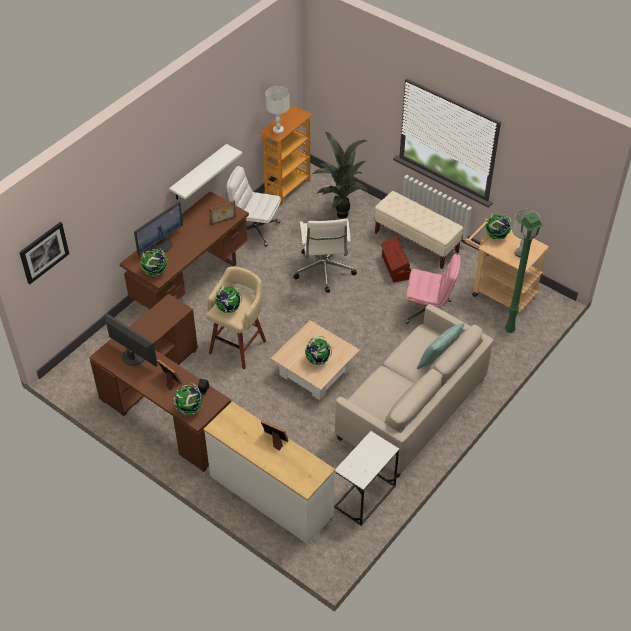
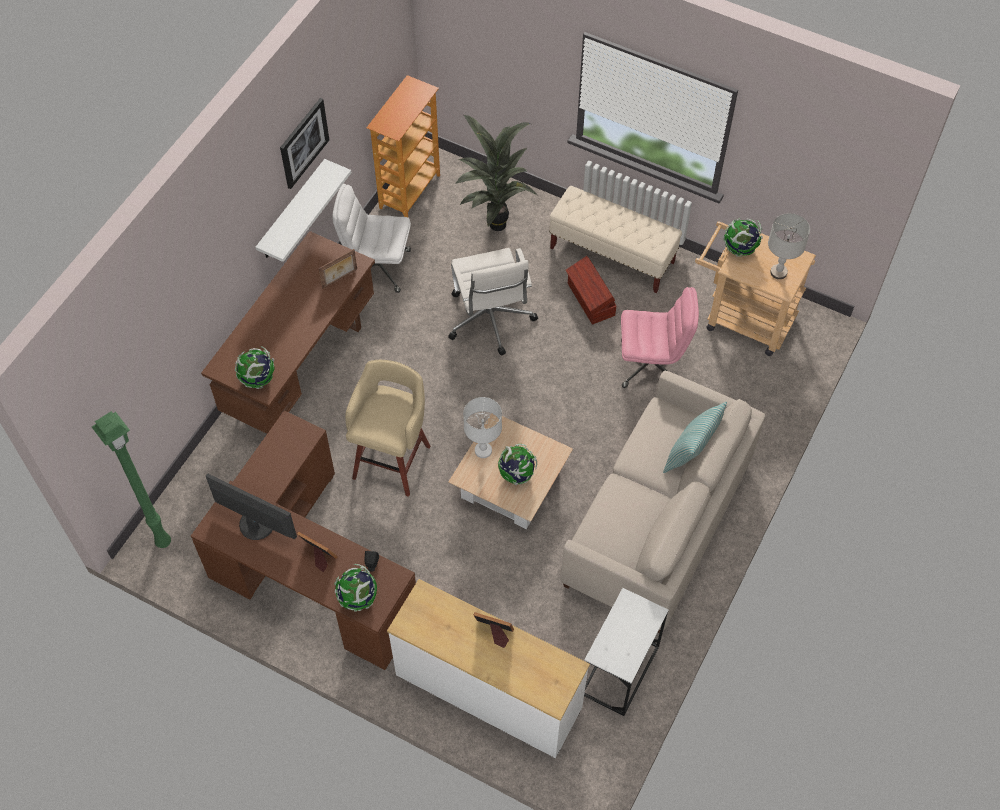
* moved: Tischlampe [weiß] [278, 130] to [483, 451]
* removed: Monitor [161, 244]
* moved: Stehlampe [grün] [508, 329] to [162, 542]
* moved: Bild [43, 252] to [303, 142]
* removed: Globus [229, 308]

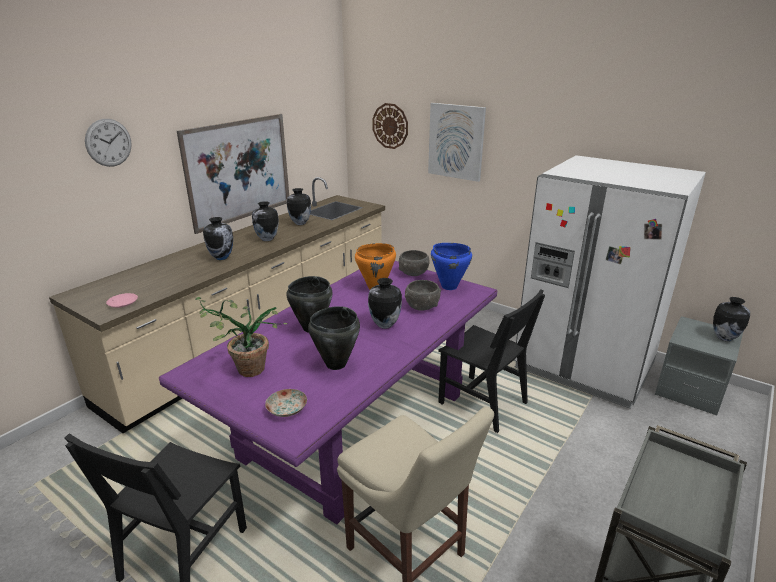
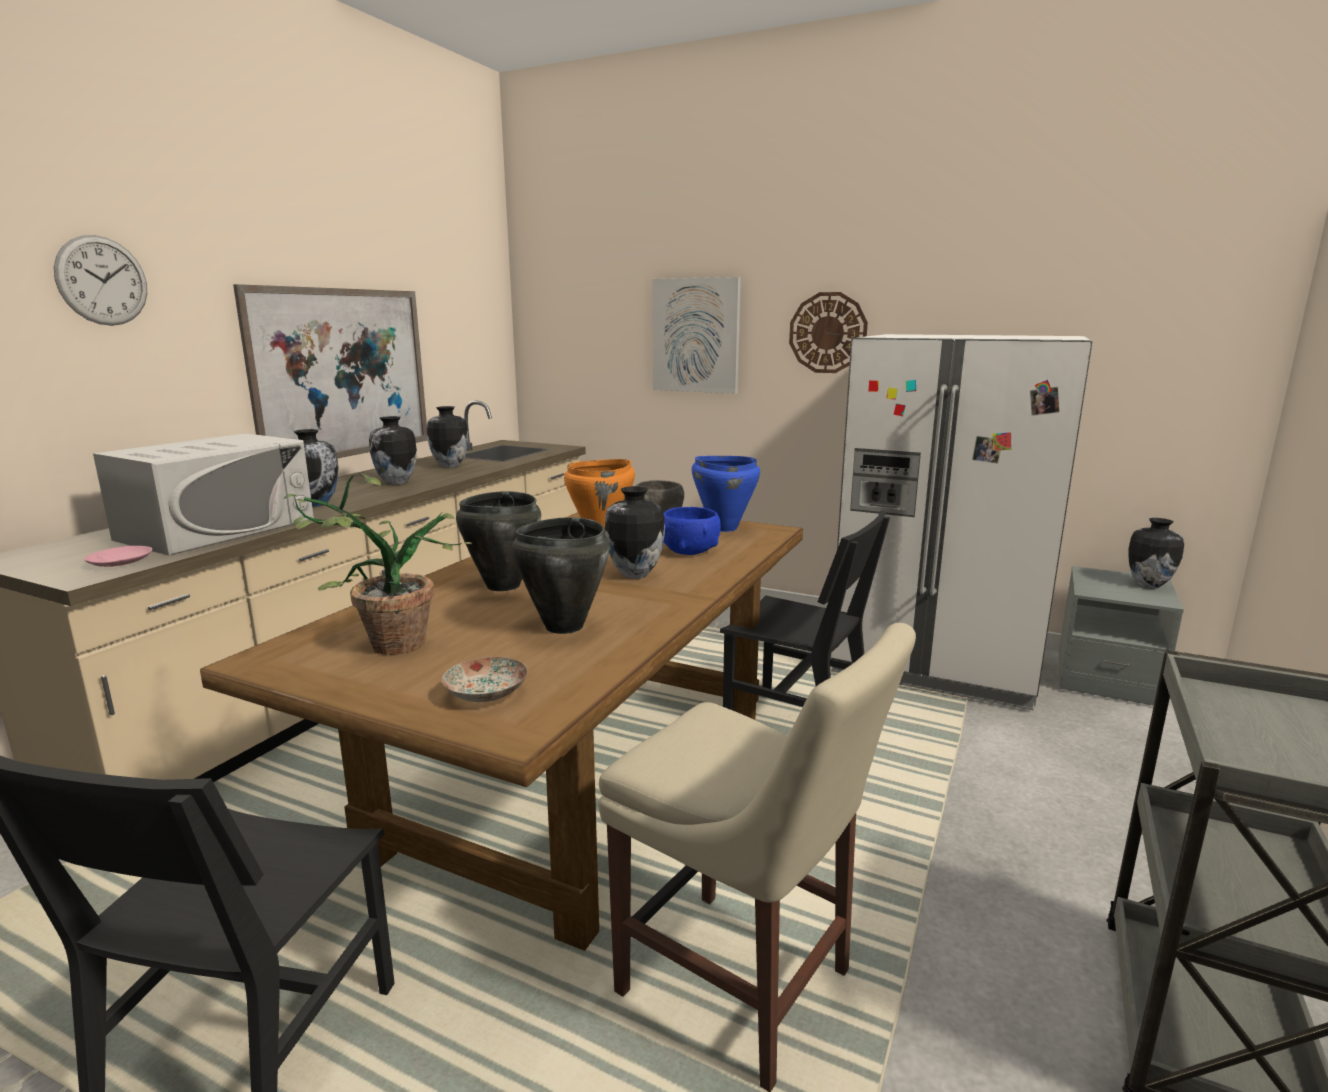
* moved: Wanduhr [390, 126] to [828, 333]
* recoloured: Esstisch [lila] [355, 425] to Esstisch [braun] [584, 779]
* recoloured: Schüssel [grau] [422, 306] to Schüssel [blau] [689, 551]
* added: Mikrowelle [weiß] [218, 529]

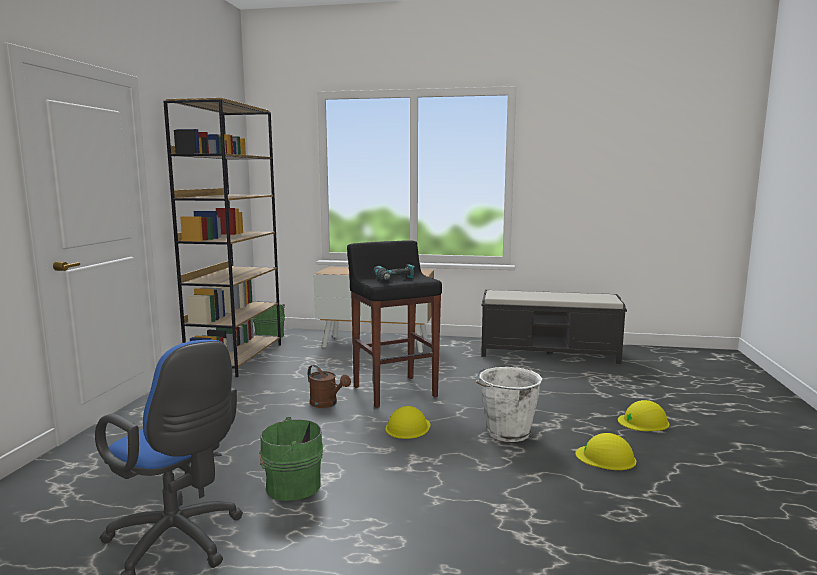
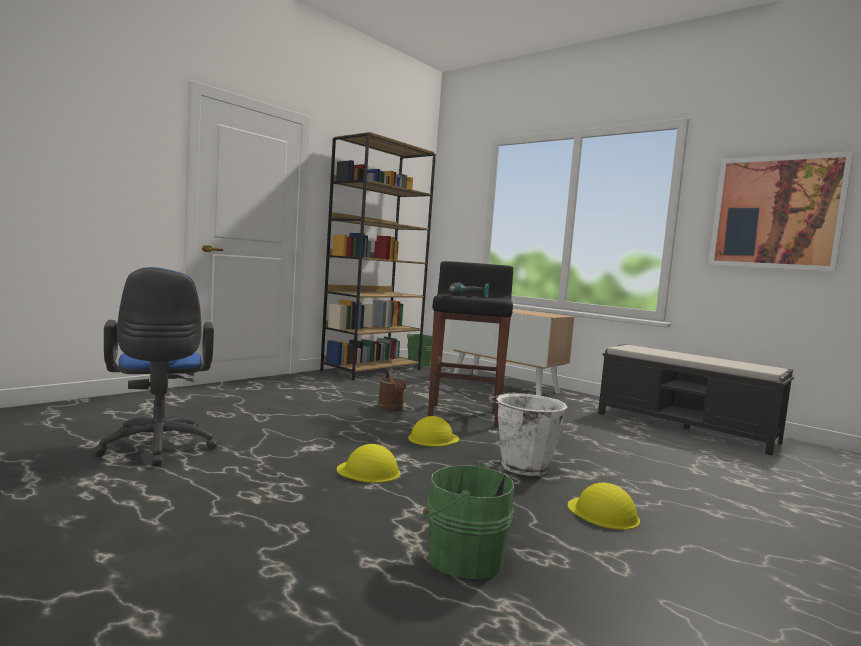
* moved: Schutzhelm [gelb] [643, 422] to [369, 471]
* moved: Eimer [grün] [290, 486] to [462, 556]
* added: Bild [776, 212]

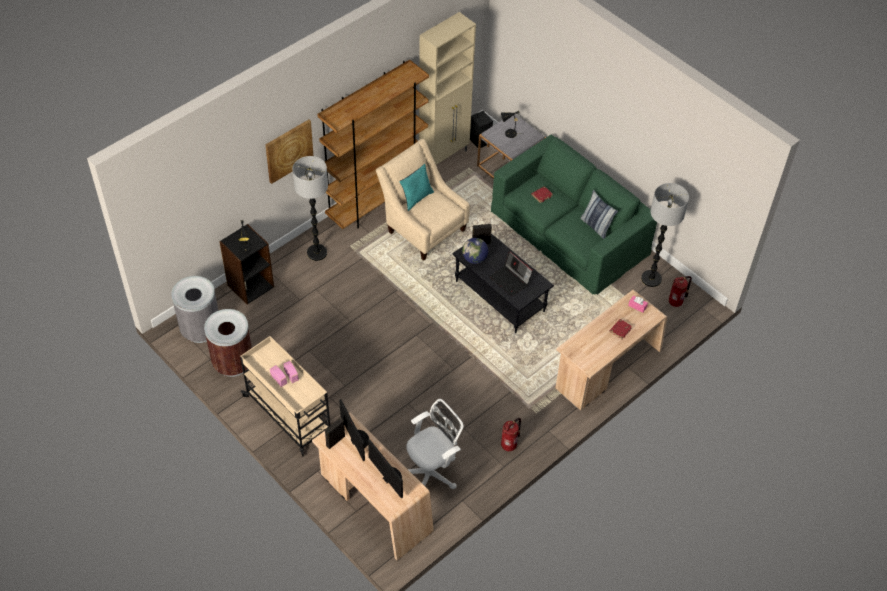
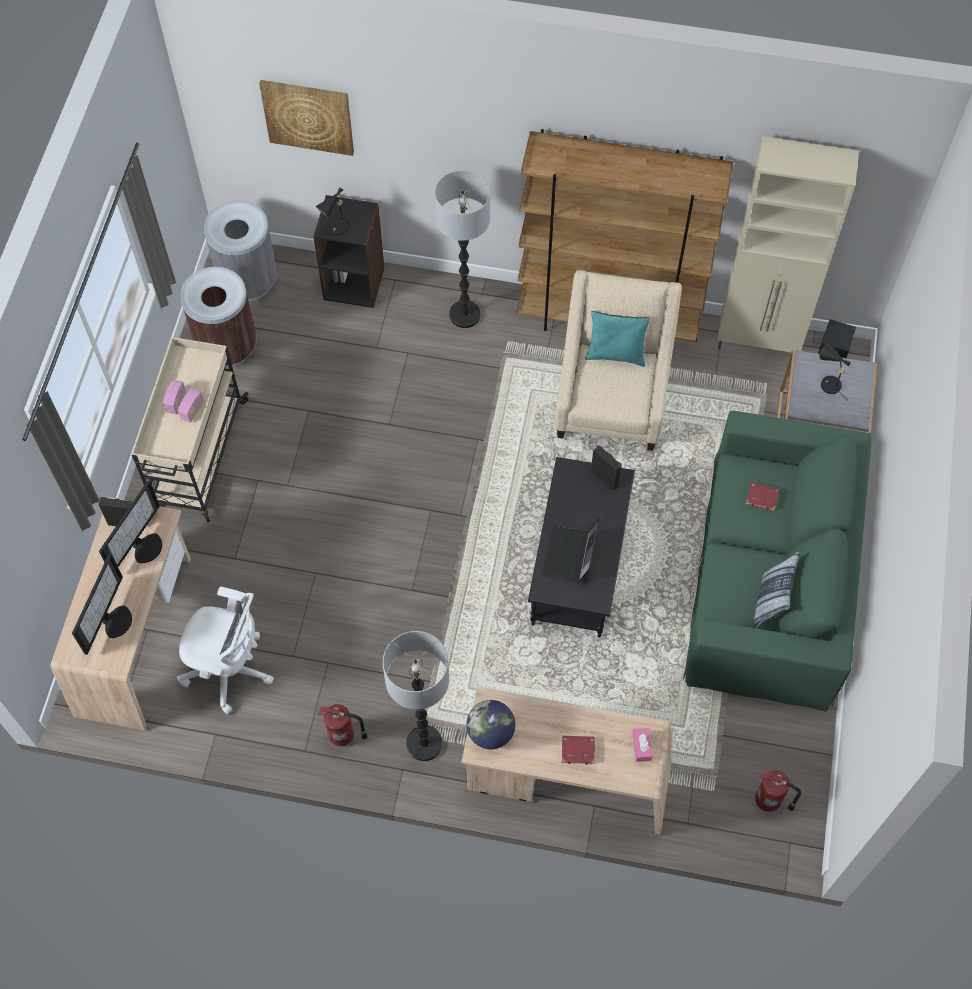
* moved: Bild [289, 150] to [308, 116]
* moved: Stehlampe [651, 279] to [424, 743]
* moved: Globus [474, 259] to [490, 732]

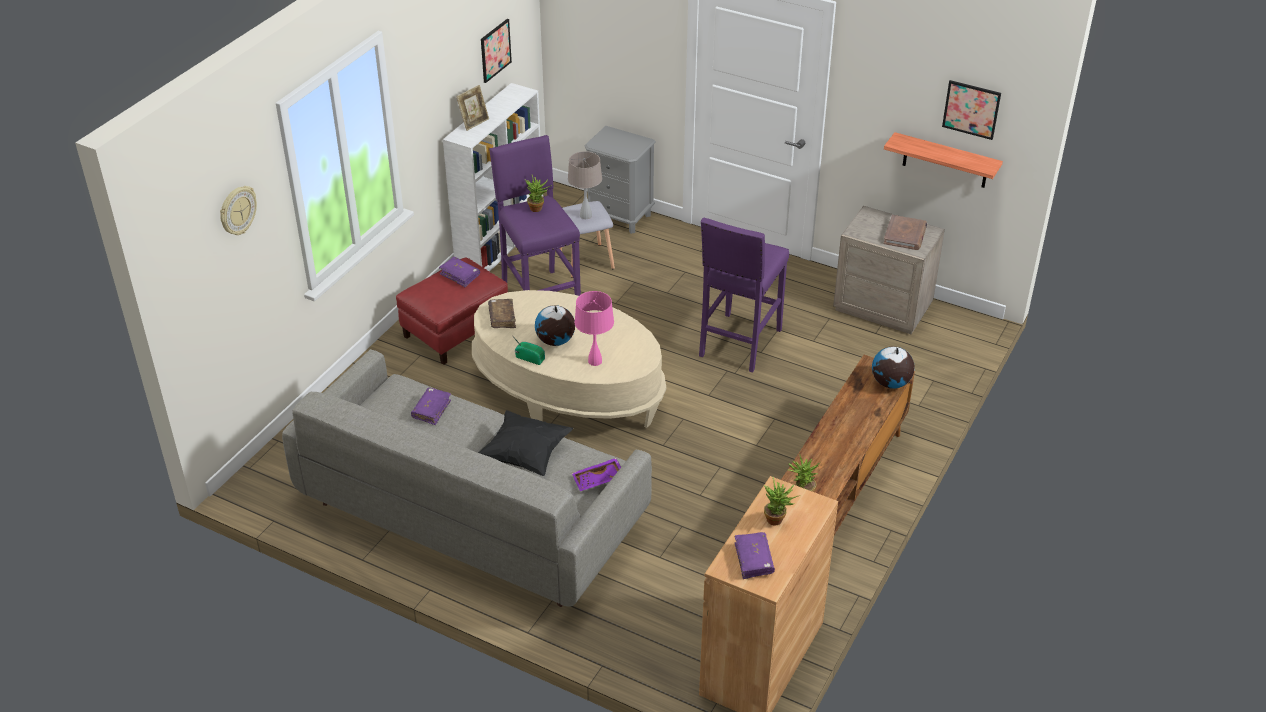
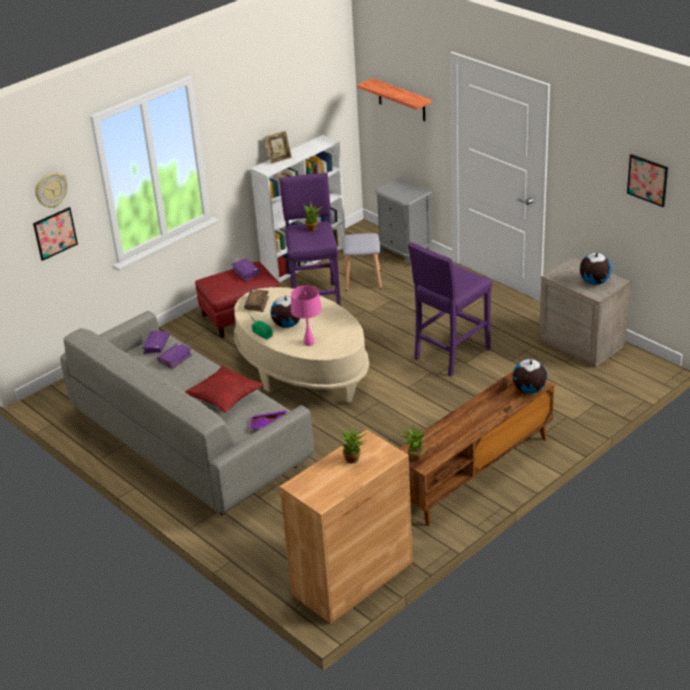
* moved: Bild [495, 50] to [55, 233]
* moved: Wandregal [945, 161] to [401, 100]
* removed: Tischlampe [beige] [585, 216]
* replaced: Buch [braun] [905, 235] to Globus [594, 282]
* recoloured: Kissen [schwarz] [525, 455] to Kissen [rot] [225, 399]
* moved: Buch [lila] [753, 560] to [156, 346]

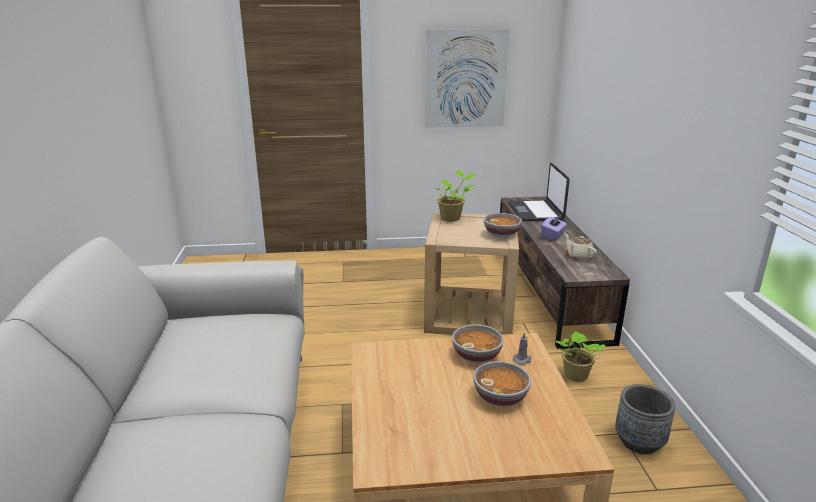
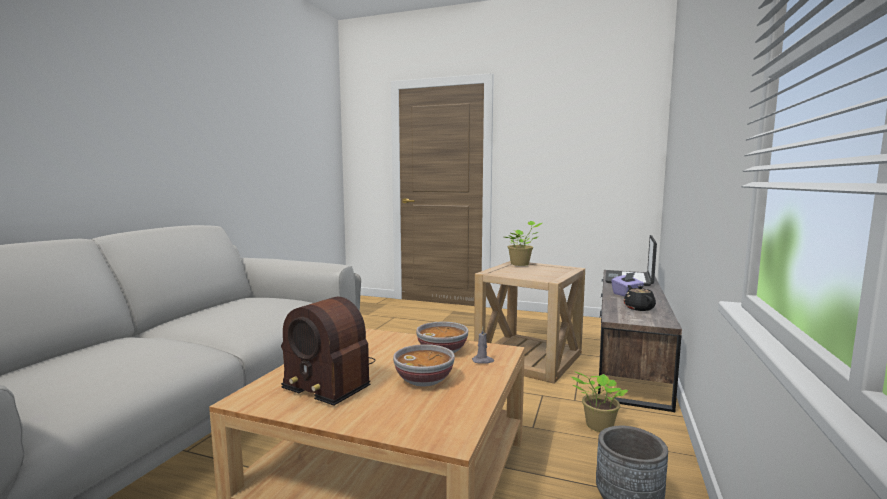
* removed: Bild [466, 79]
* removed: Schüssel [502, 234]
* recoloured: Teekanne [beige] [578, 256] to Teekanne [schwarz] [638, 308]
* added: Radio [330, 379]

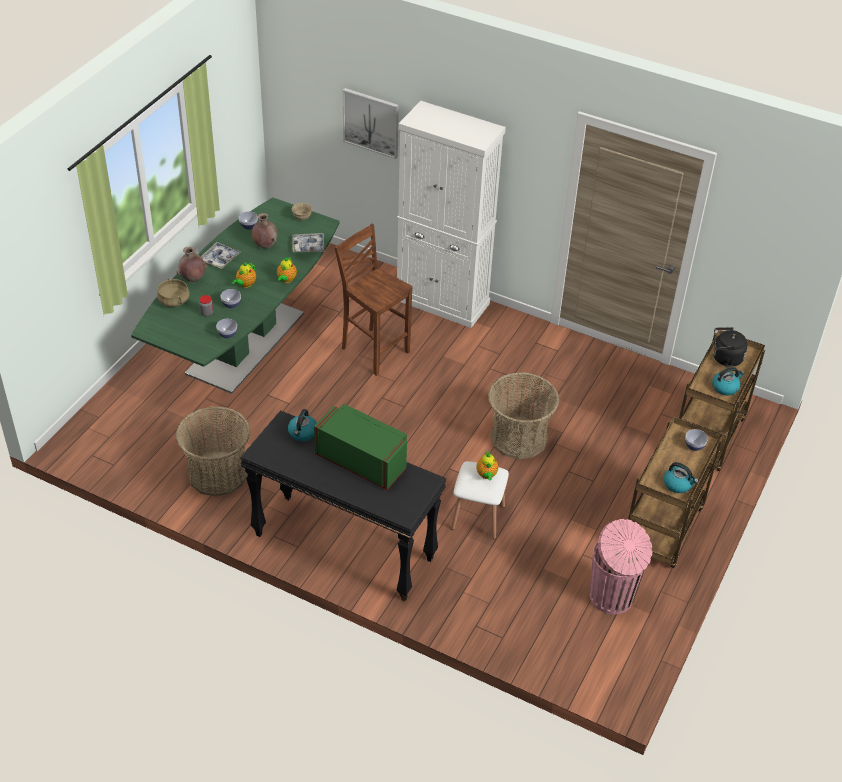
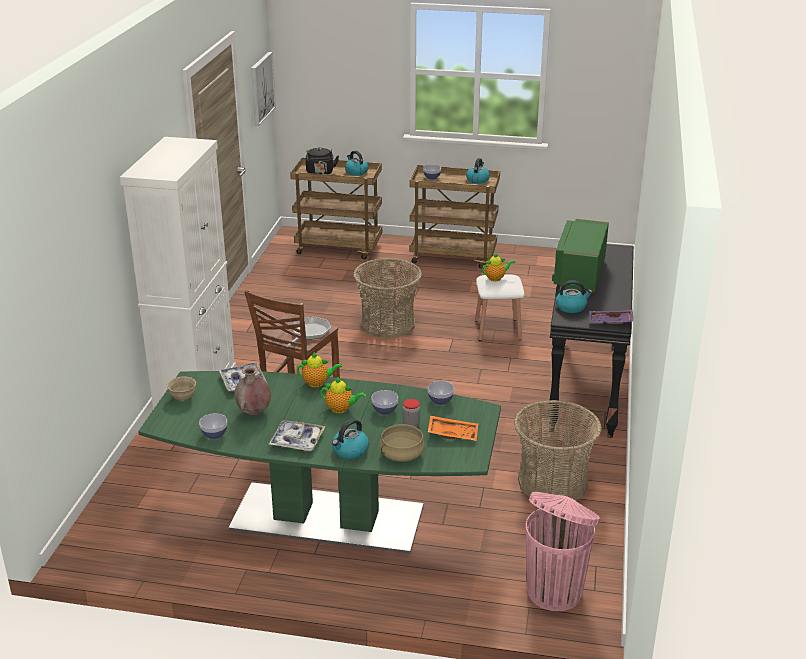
* moved: Bild [371, 122] to [261, 88]
* replaced: Vase [braun] [193, 279] to Wasserkessel [350, 451]
* moved: Mülleimer [rosa] [612, 597] to [555, 590]
* added: Tablett [lila] [610, 322]
* added: Pfanne [309, 333]
* added: Tablett [orange] [453, 433]

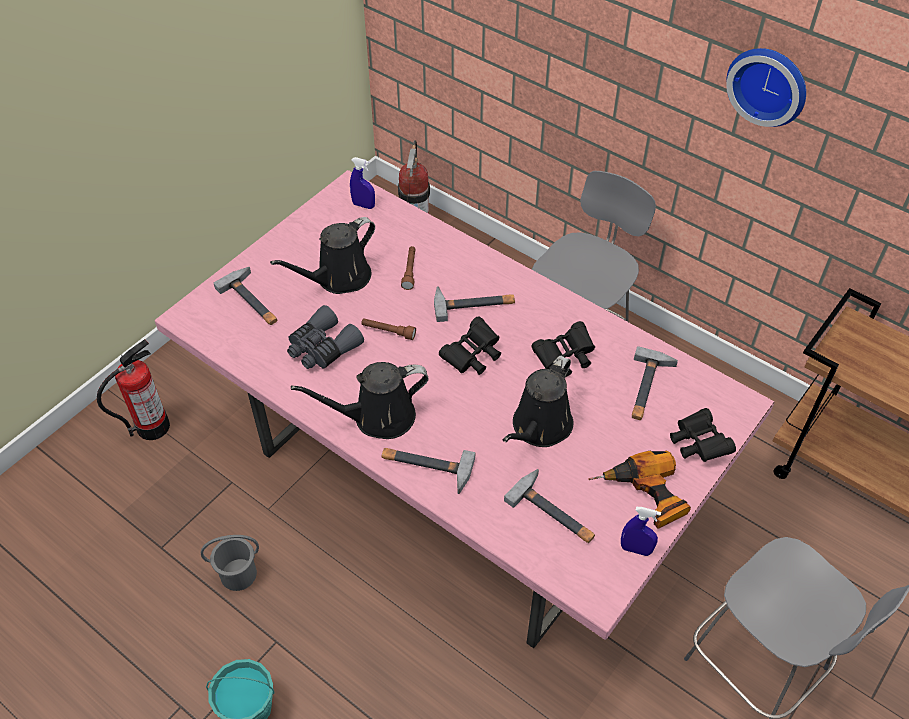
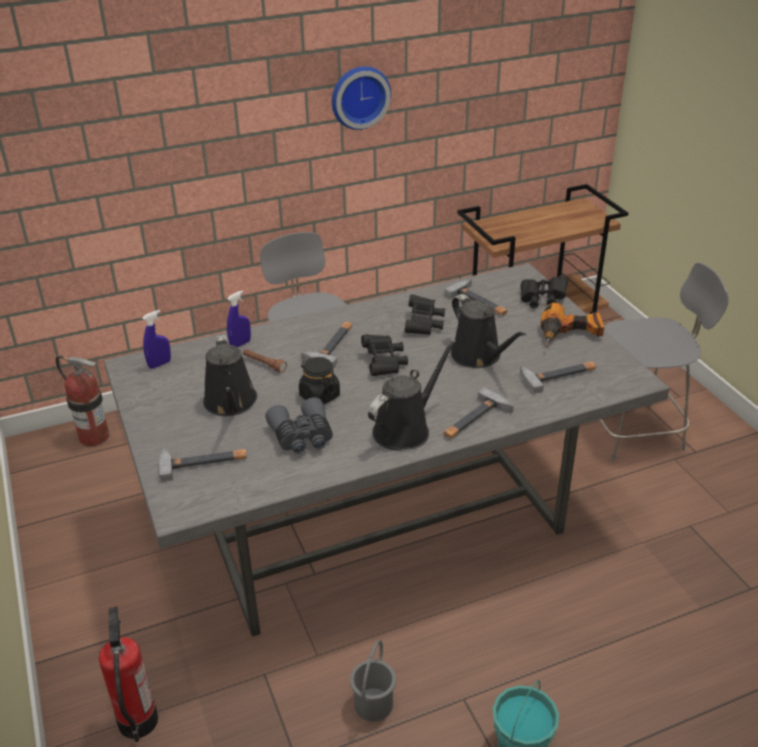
* recoloured: Esstisch [rosa] [455, 478] to Esstisch [grau] [382, 516]
* replaced: Taschenlampe [braun] [388, 332] to Vorratsglas [schwarz] [319, 396]
* turned: Gießkanne [schwarz] [378, 417] = [405, 429] 150 degrees counterclockwise
* moved: Sprühflasche [blau] [636, 549] to [240, 344]

